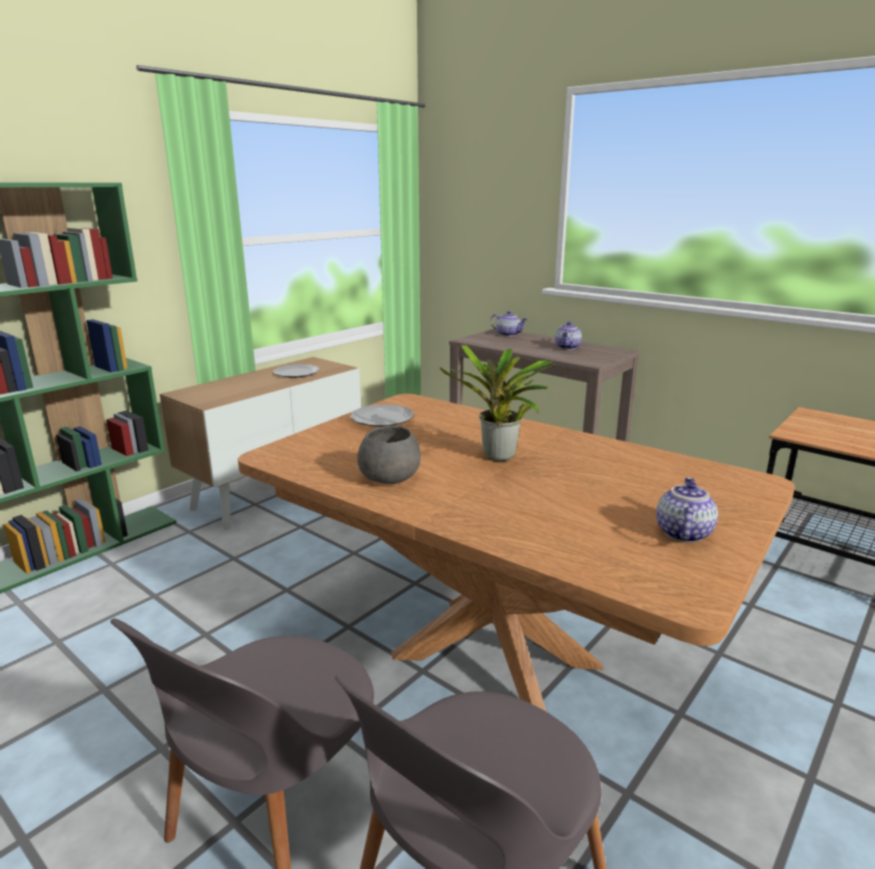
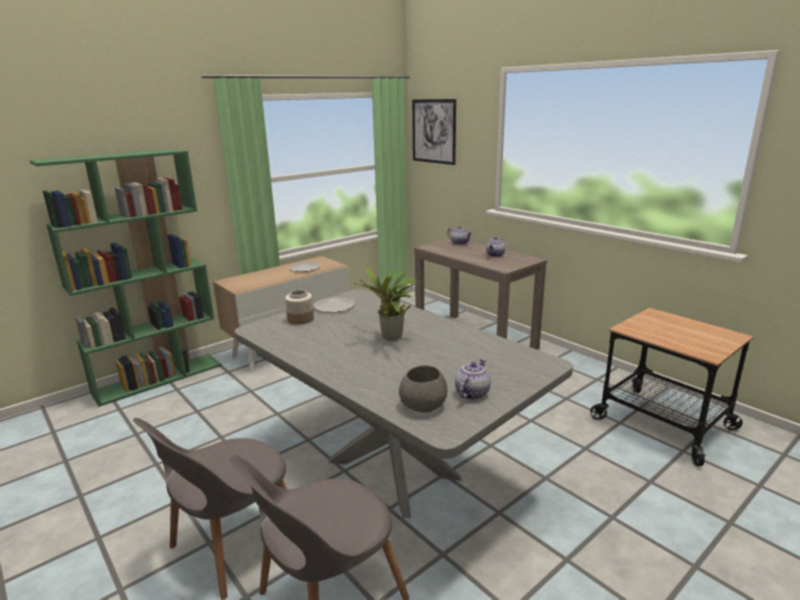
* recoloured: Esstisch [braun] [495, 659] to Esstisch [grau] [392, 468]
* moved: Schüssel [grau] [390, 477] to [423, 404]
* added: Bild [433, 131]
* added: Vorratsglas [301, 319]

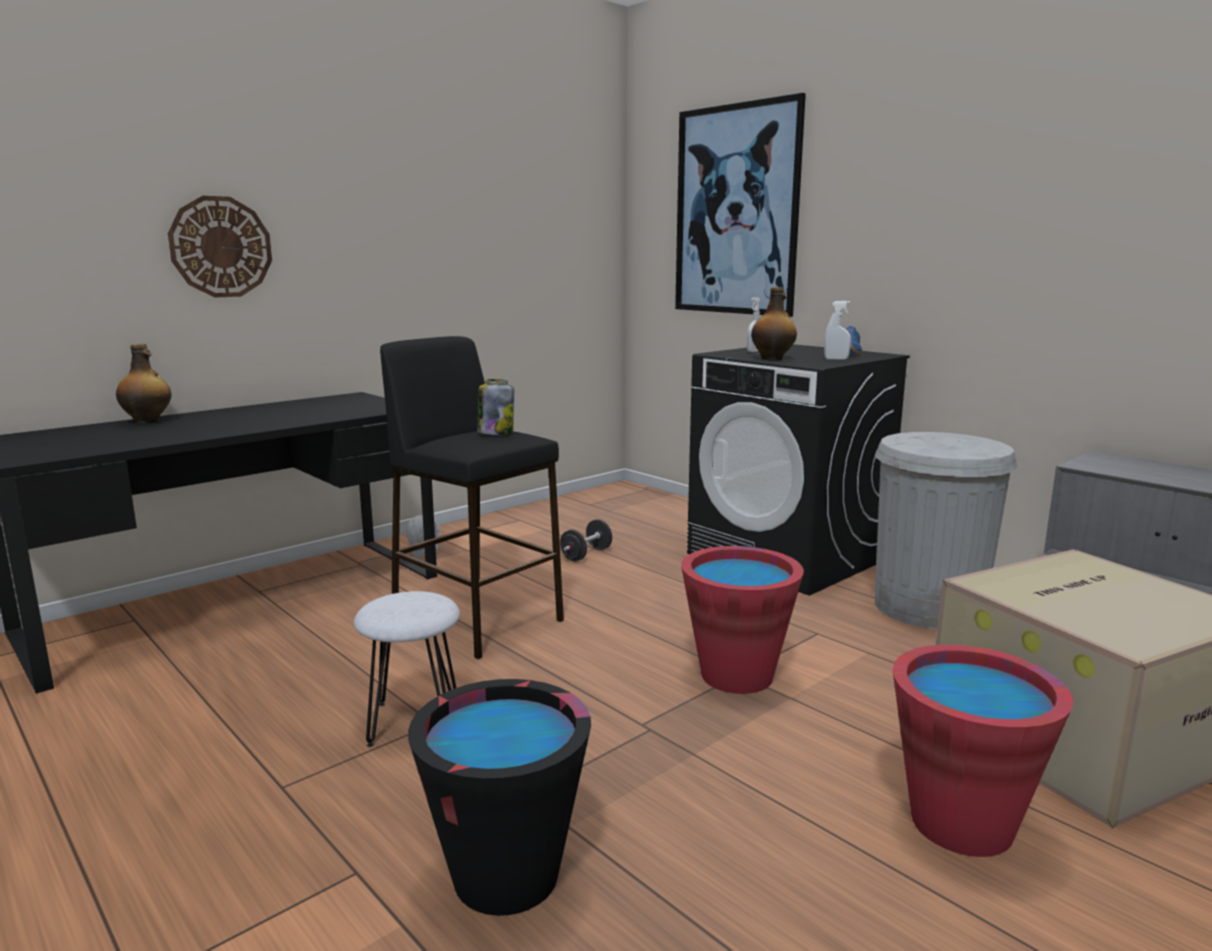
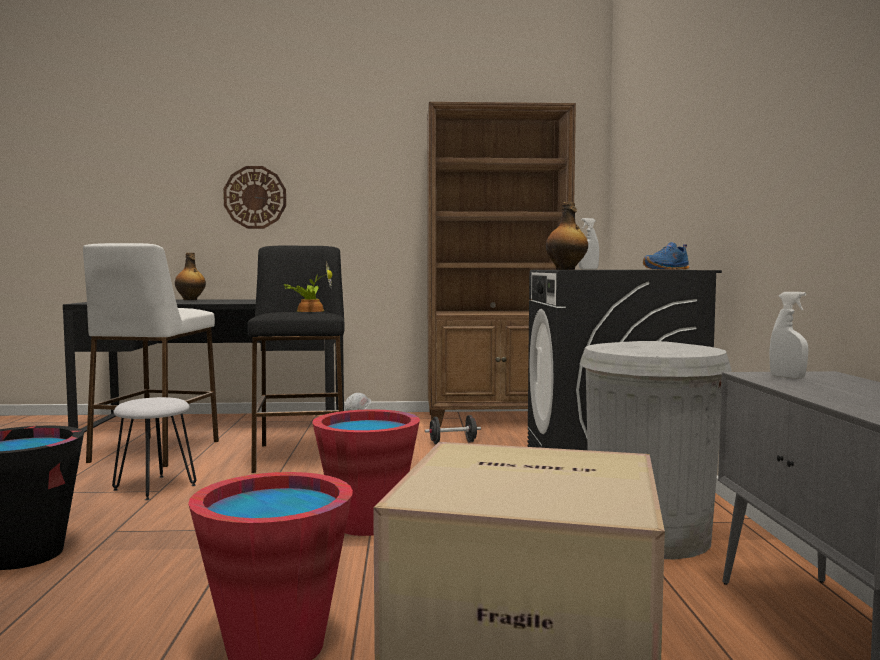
* removed: Bild [736, 211]
* moved: Sprühflasche [weiß] [836, 359] to [787, 377]
* replaced: Vorratsglas [495, 433] to Topfpflanze [309, 311]
* added: Bücherregal [braun] [497, 419]
* added: Hocker [weiß] [155, 451]

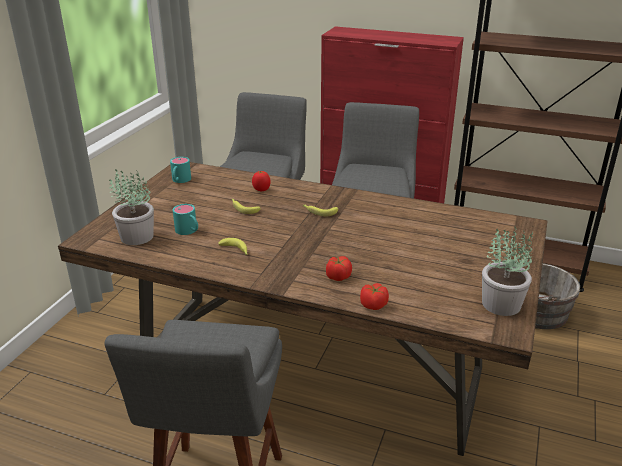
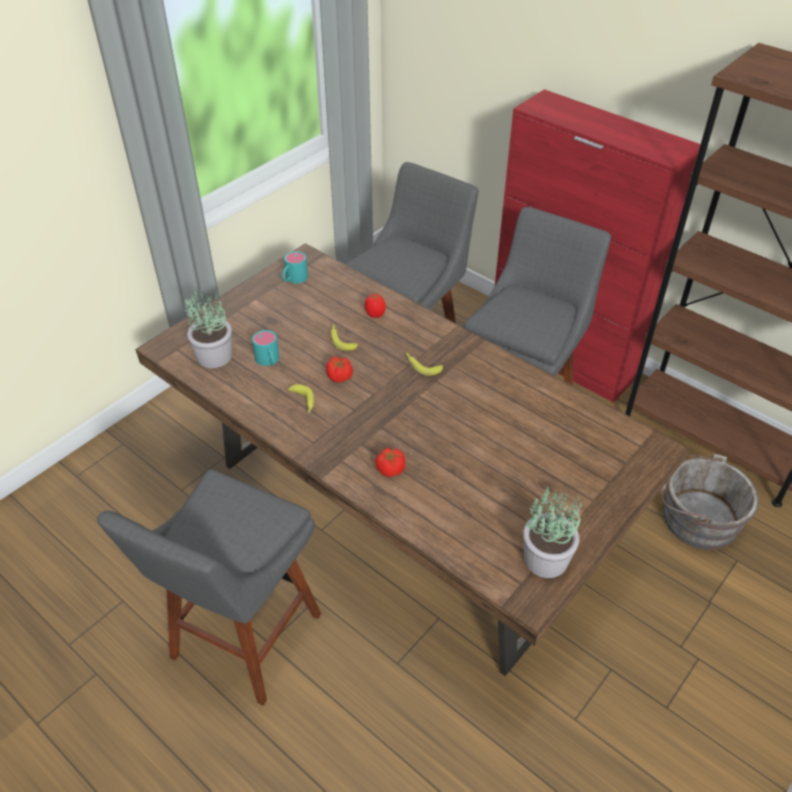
* moved: Tomate [373, 305] to [340, 377]

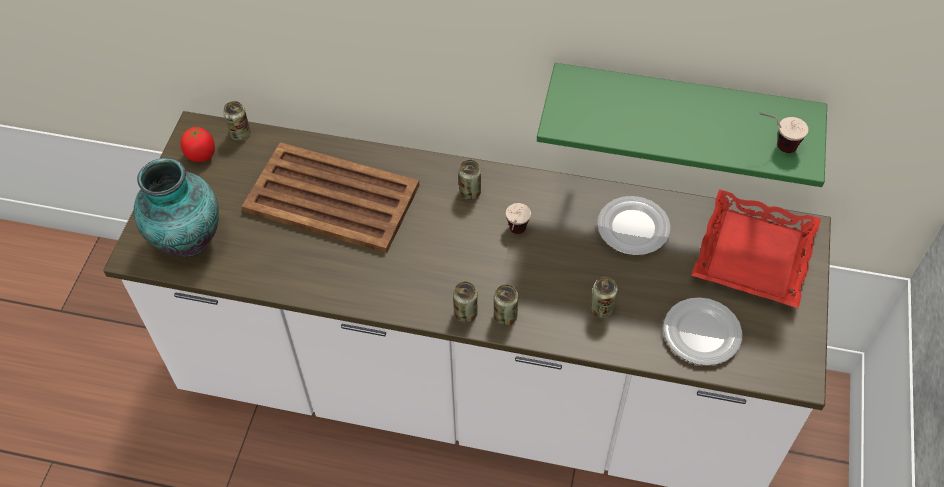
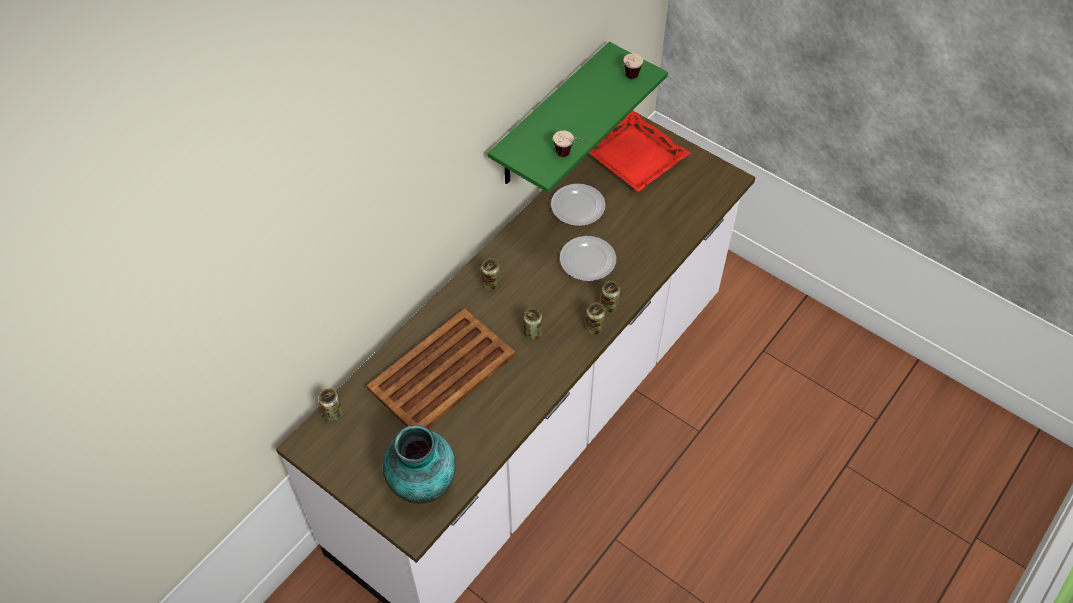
* removed: Tomate [201, 155]
* moved: Tasse [515, 235] to [569, 156]
* moved: Dose [601, 309] to [532, 333]
* moved: Teller [702, 334] to [588, 260]

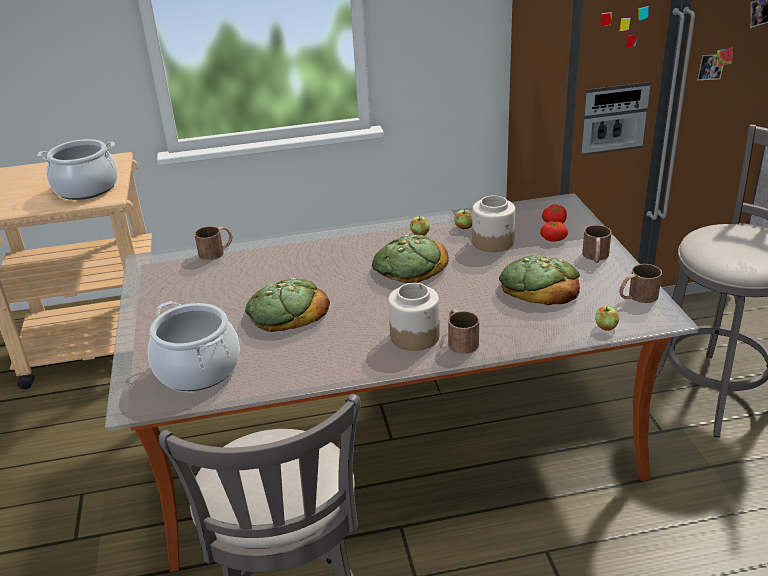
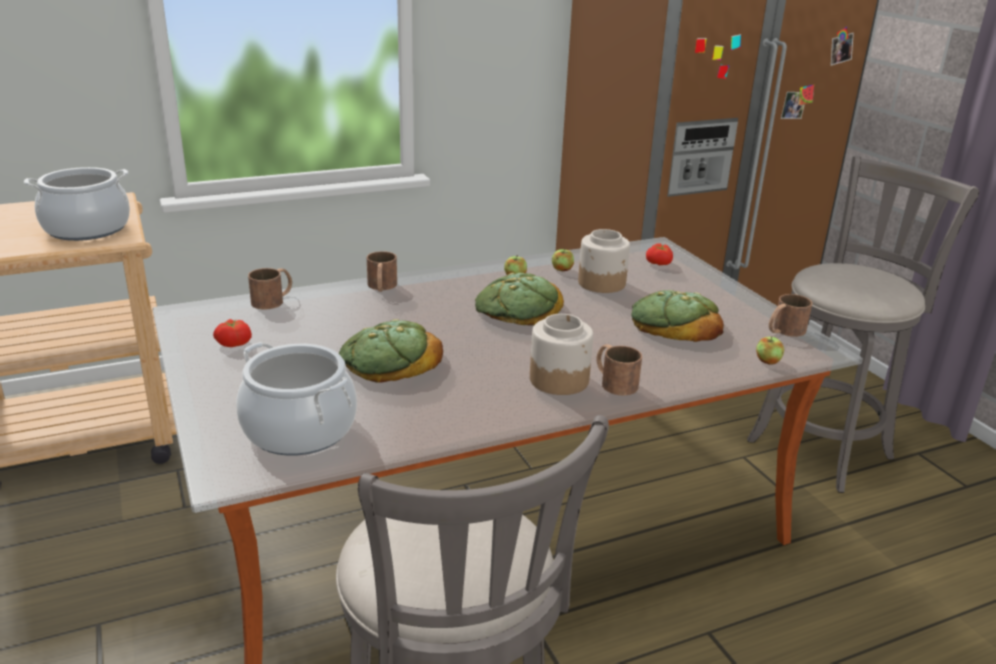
* moved: Tomate [553, 238] to [234, 343]
* moved: Henkelbecher [braun] [595, 257] to [381, 287]

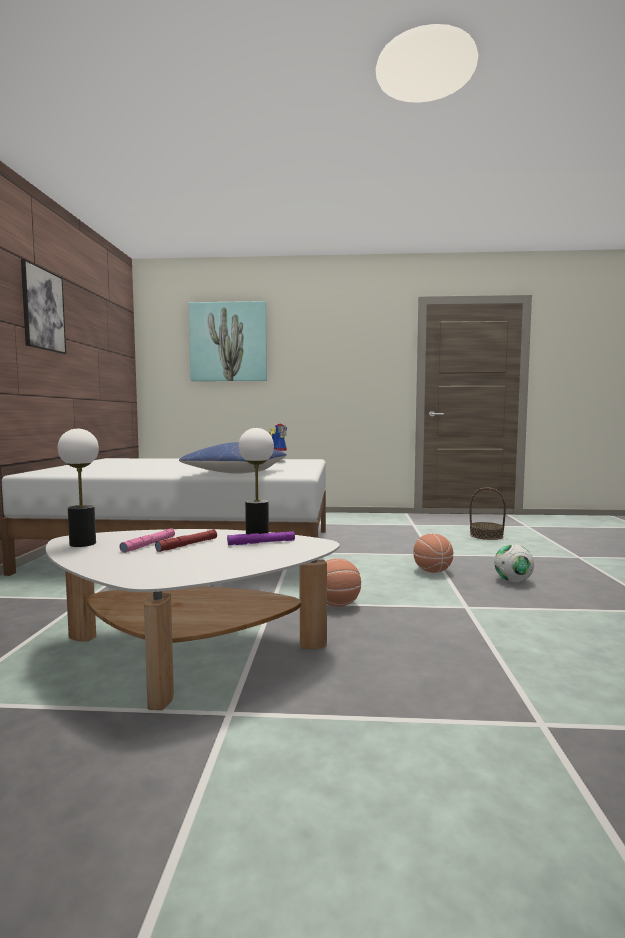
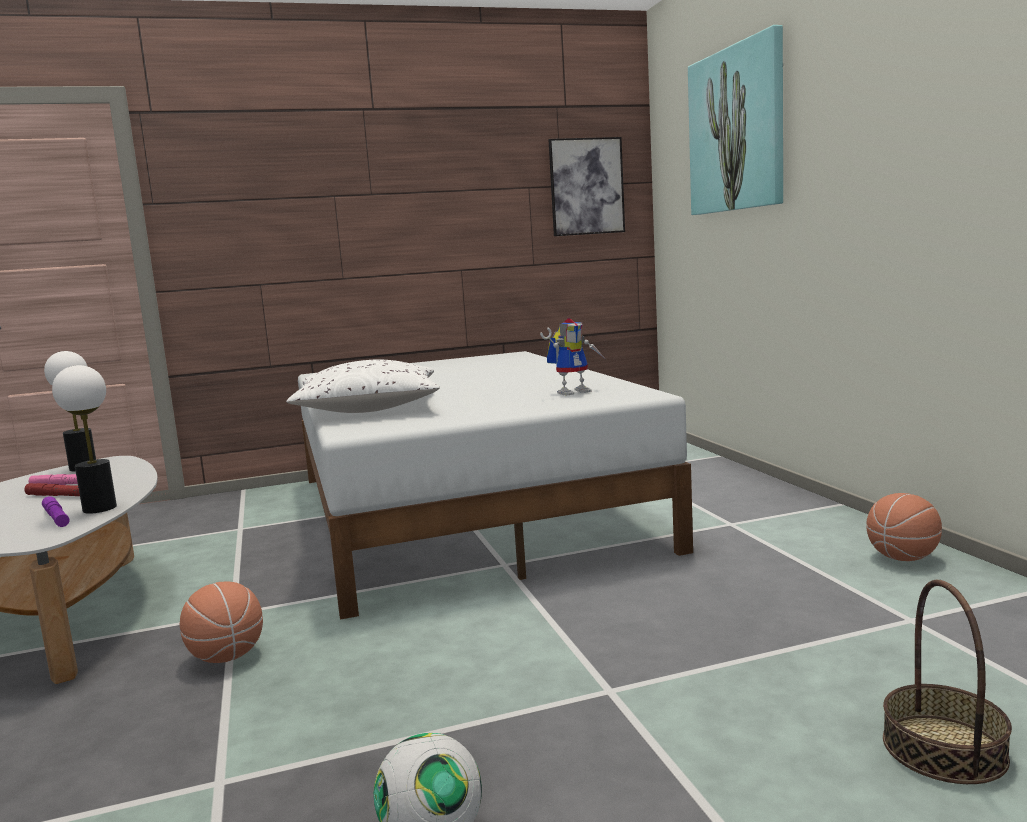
* moved: Bild [43, 309] to [586, 186]
* recoloured: Kissen [blau] [236, 473] to Kissen [weiß] [369, 409]
* moved: Basketball [432, 571] to [903, 558]

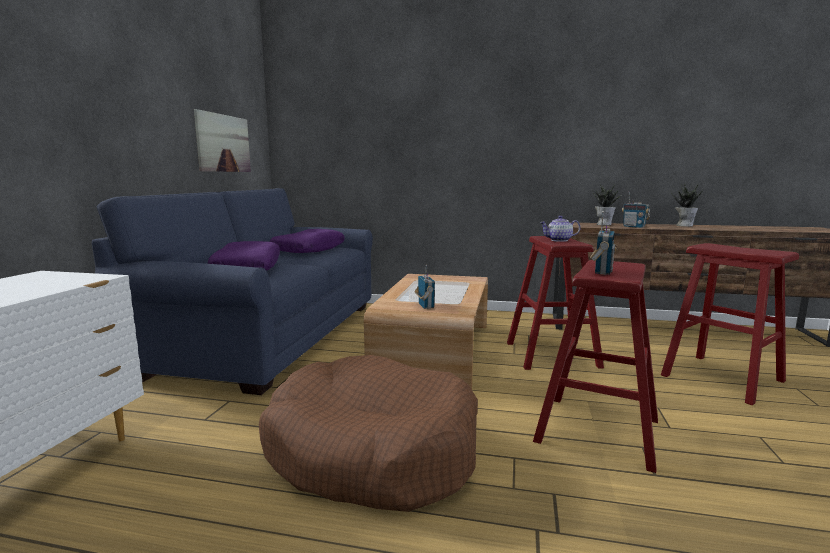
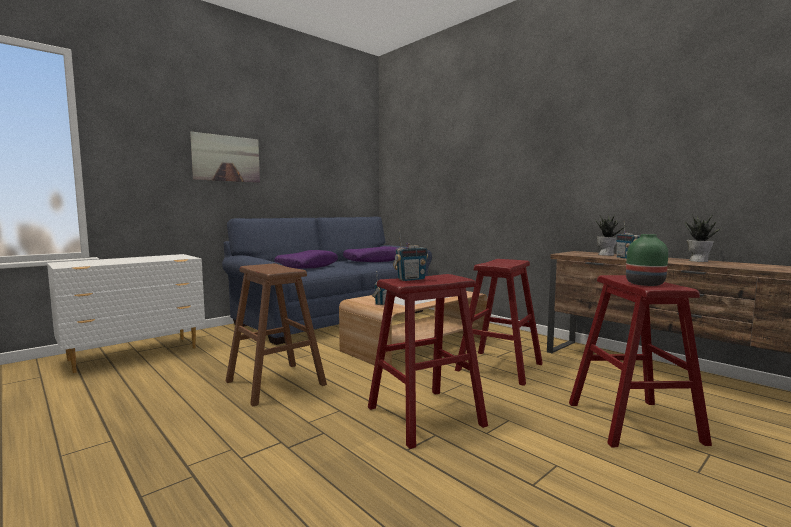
* moved: Bild [223, 143] to [226, 158]
* removed: Teekanne [559, 240]
* replaced: Hundebett [braun] [371, 451] to Hocker [braun] [275, 383]
* added: Vase [grün] [646, 284]

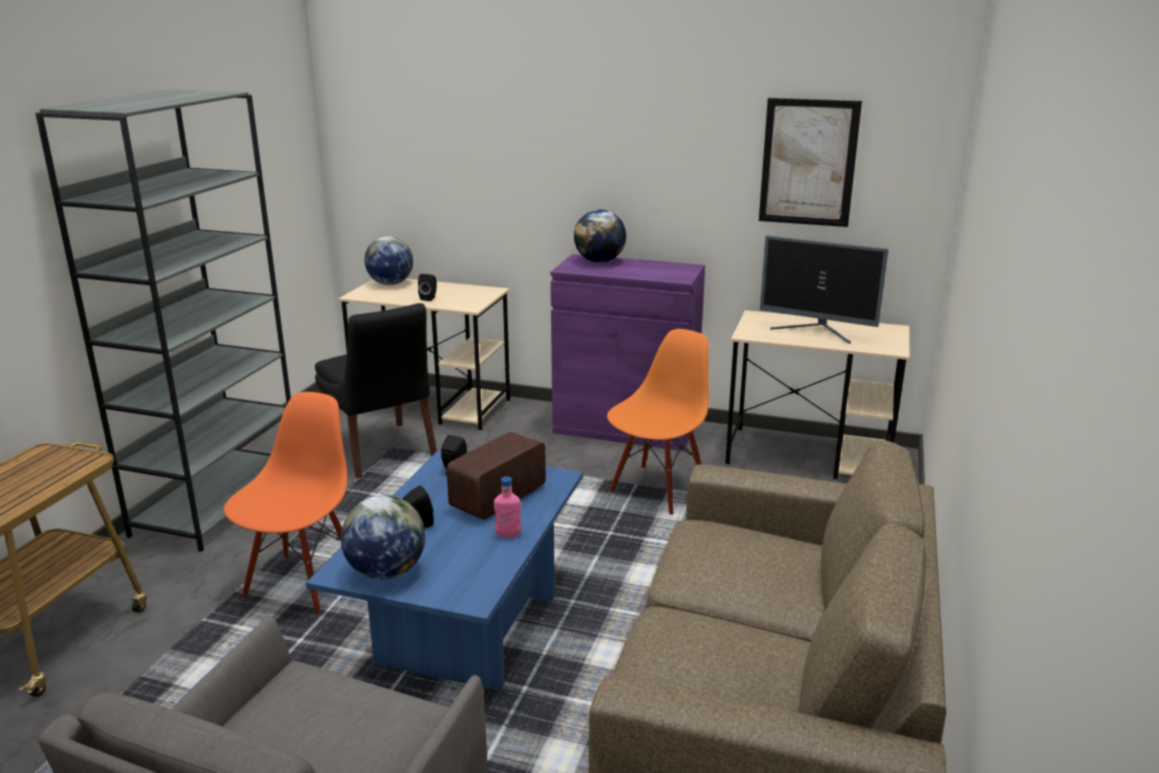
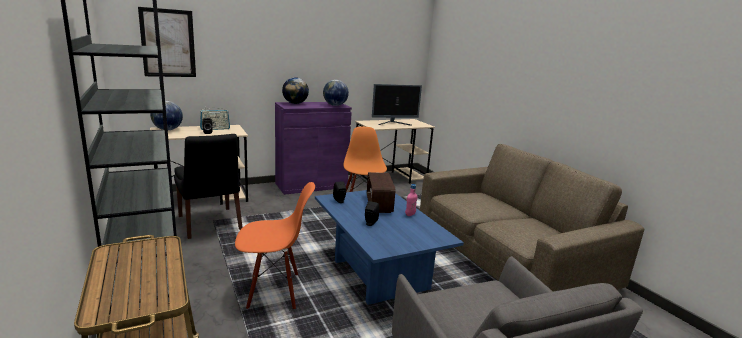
* moved: Bild [808, 162] to [168, 43]
* turned: Stuhl [schwarz] [381, 451] = [210, 224] 45 degrees clockwise
* turned: Stuhl [orange] [303, 584] = [274, 291] 105 degrees clockwise
* moved: Globus [386, 572] to [335, 105]
* added: Radio [215, 129]

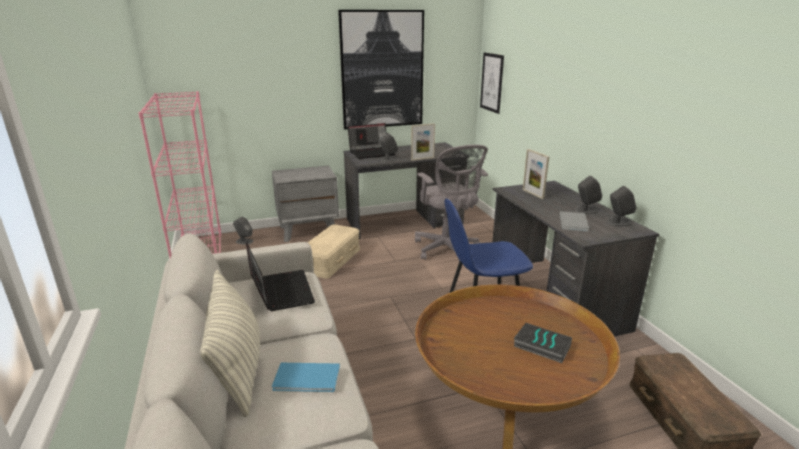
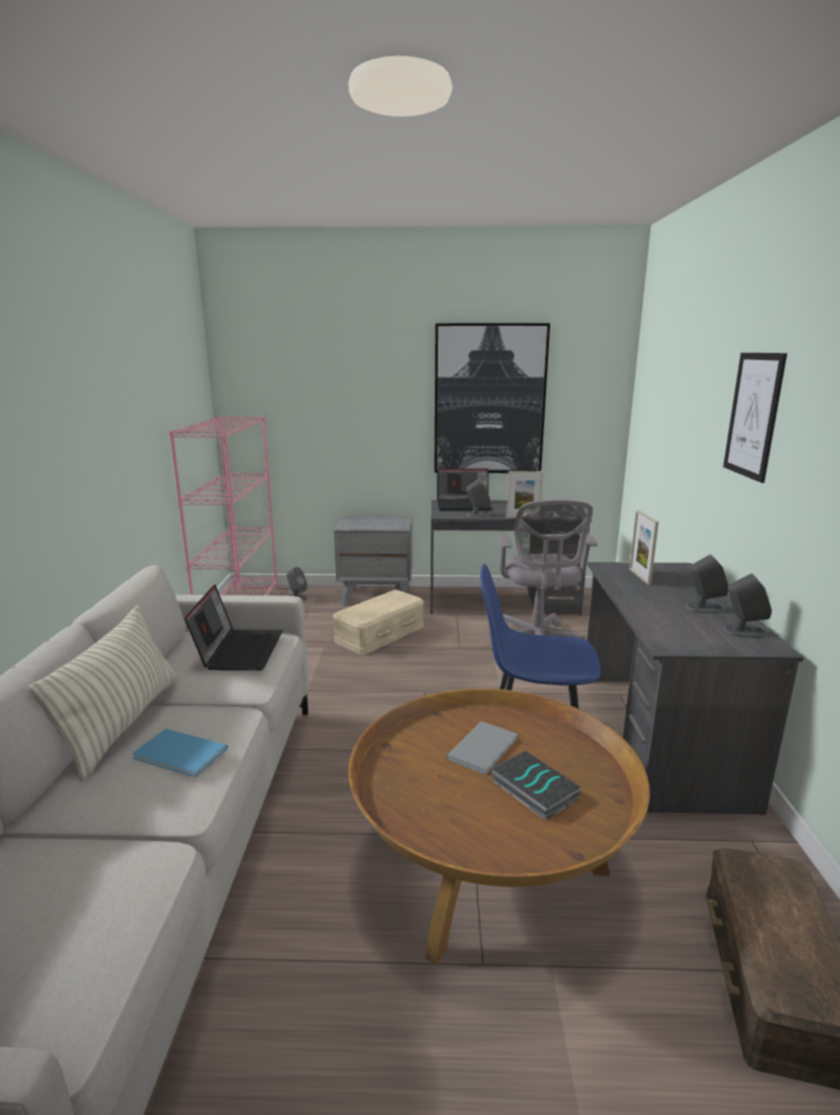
* moved: Bild [492, 82] to [753, 415]
* moved: Buch [grau] [574, 222] to [485, 748]

